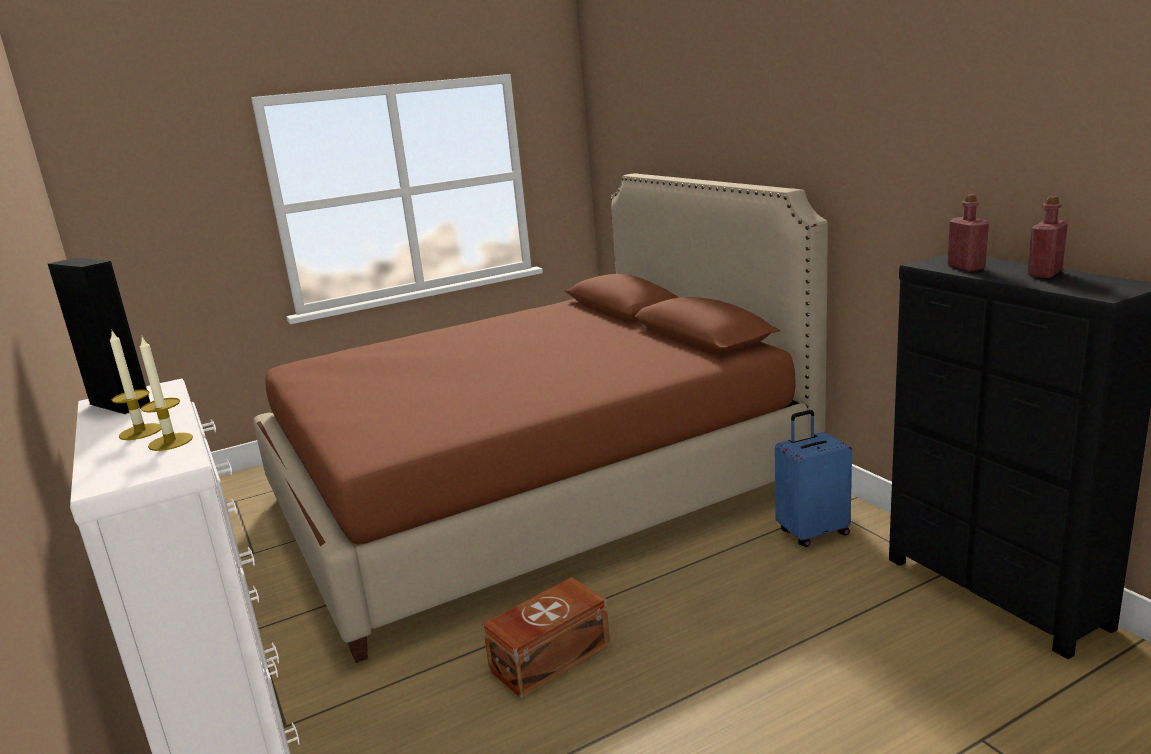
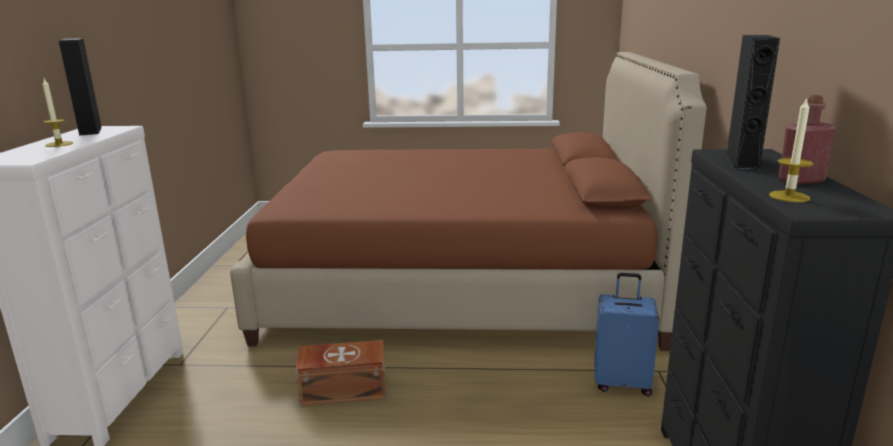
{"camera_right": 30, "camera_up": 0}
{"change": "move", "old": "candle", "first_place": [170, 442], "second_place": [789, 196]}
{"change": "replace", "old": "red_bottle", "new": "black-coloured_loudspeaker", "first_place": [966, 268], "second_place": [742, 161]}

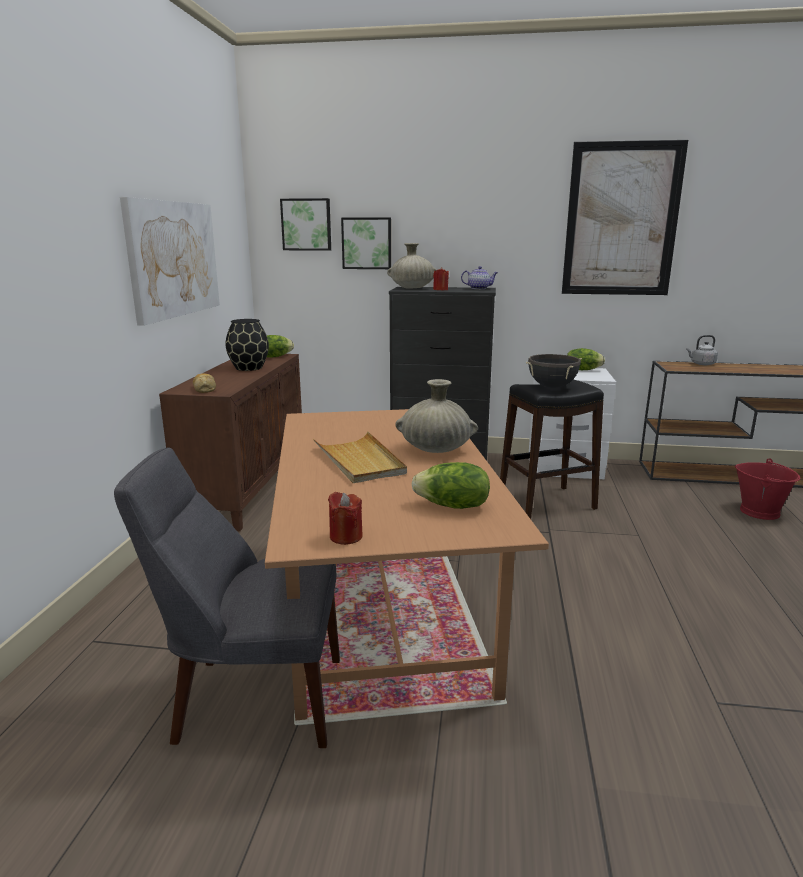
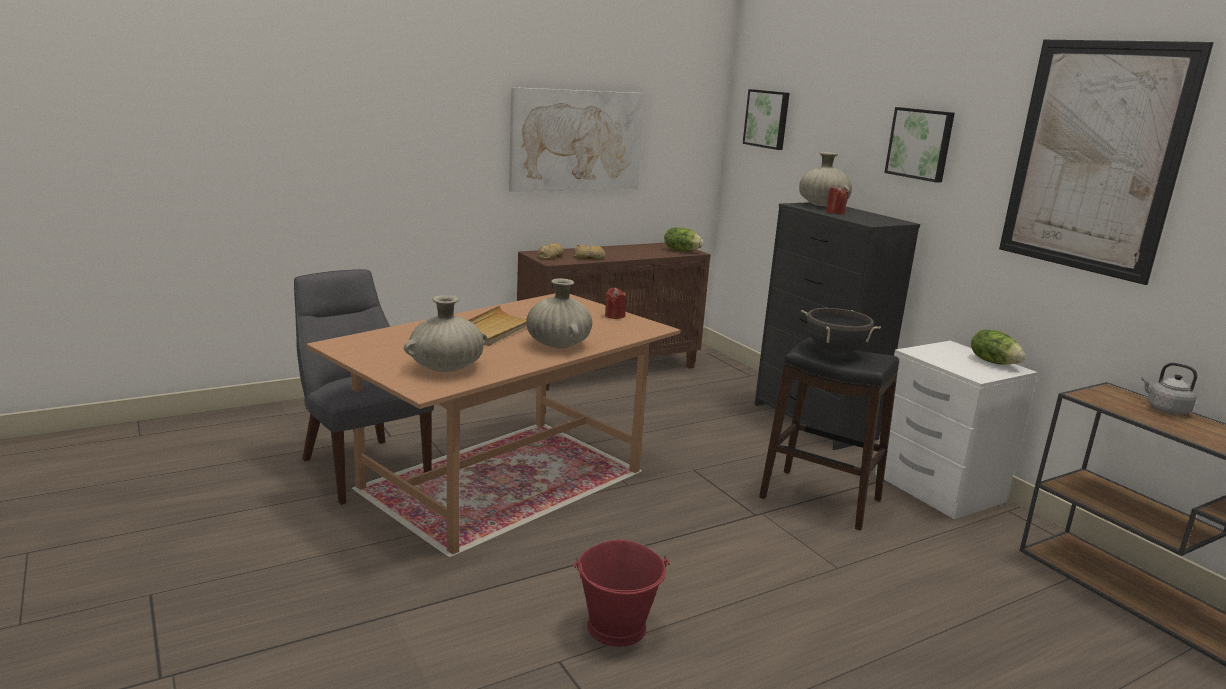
{"camera_right": 50, "camera_up": 0}
{"change": "delete", "old": "black-coloured_decorative_vase", "first_place": [248, 368]}
{"change": "delete", "old": "tea_pot", "first_place": [479, 288]}
{"change": "insert", "new": "baked_bread", "second_place": [589, 258]}
{"change": "move", "old": "red_candle", "first_place": [346, 536], "second_place": [614, 316]}
{"change": "move", "old": "wall_art", "first_place": [367, 243], "second_place": [920, 144]}
{"change": "move", "old": "red_pail", "first_place": [760, 511], "second_place": [617, 627]}
{"change": "replace", "old": "head_of_lettuce", "new": "sand-coloured_decorative_vase", "first_place": [453, 506], "second_place": [447, 368]}

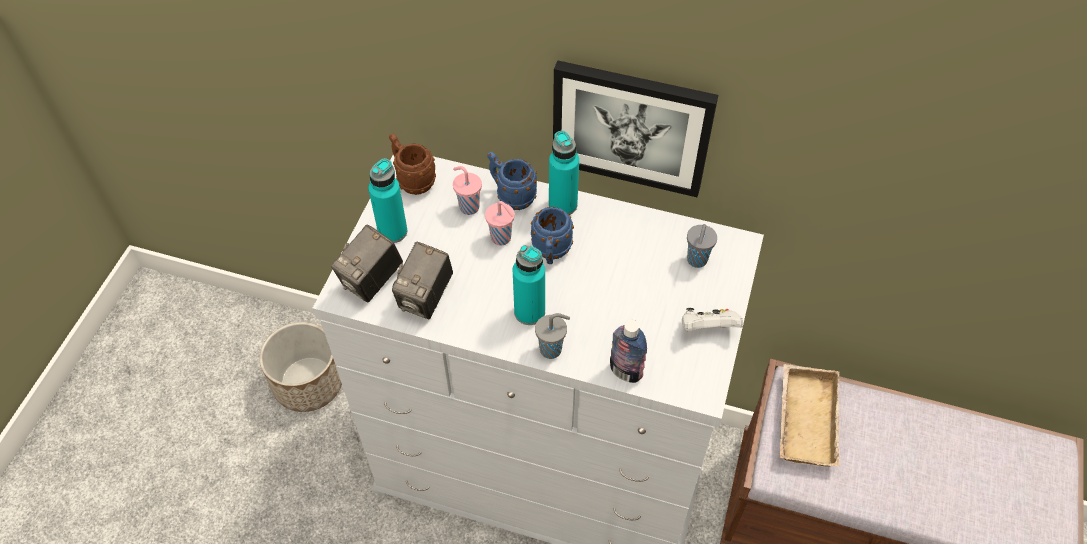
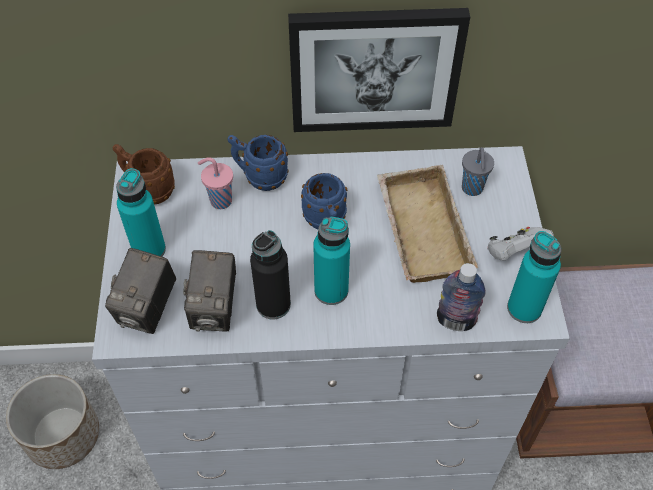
{"camera_right": -20, "camera_up": 0}
{"change": "delete", "old": "pink_drinking_cup", "first_place": [502, 238]}
{"change": "delete", "old": "greyish_drinking_cup", "first_place": [552, 349]}
{"change": "insert", "new": "black-coloured_bottle", "second_place": [273, 304]}
{"change": "move", "old": "turquoise-coloured_bottle", "first_place": [563, 205], "second_place": [524, 308]}
{"change": "move", "old": "sand-coloured_tray", "first_place": [804, 418], "second_place": [419, 229]}

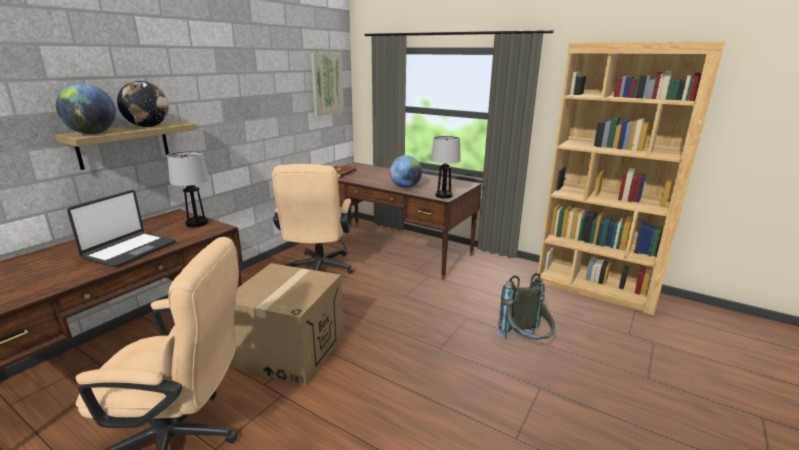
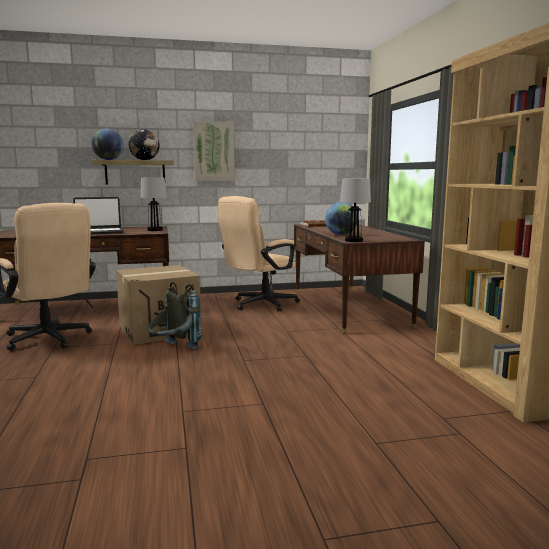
{"camera_right": 45, "camera_up": -10}
{"change": "move", "old": "wall_art", "first_place": [326, 84], "second_place": [213, 151]}
{"change": "move", "old": "greyish_rucksack", "first_place": [525, 343], "second_place": [173, 350]}

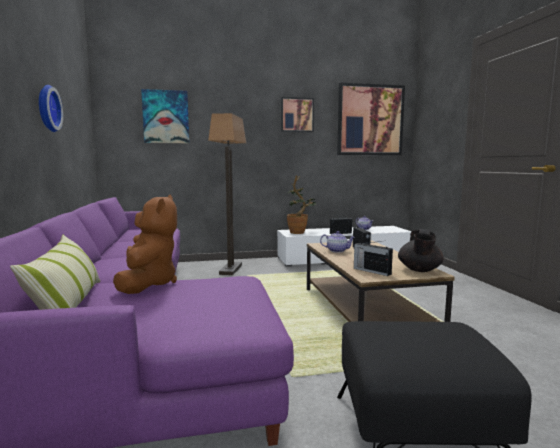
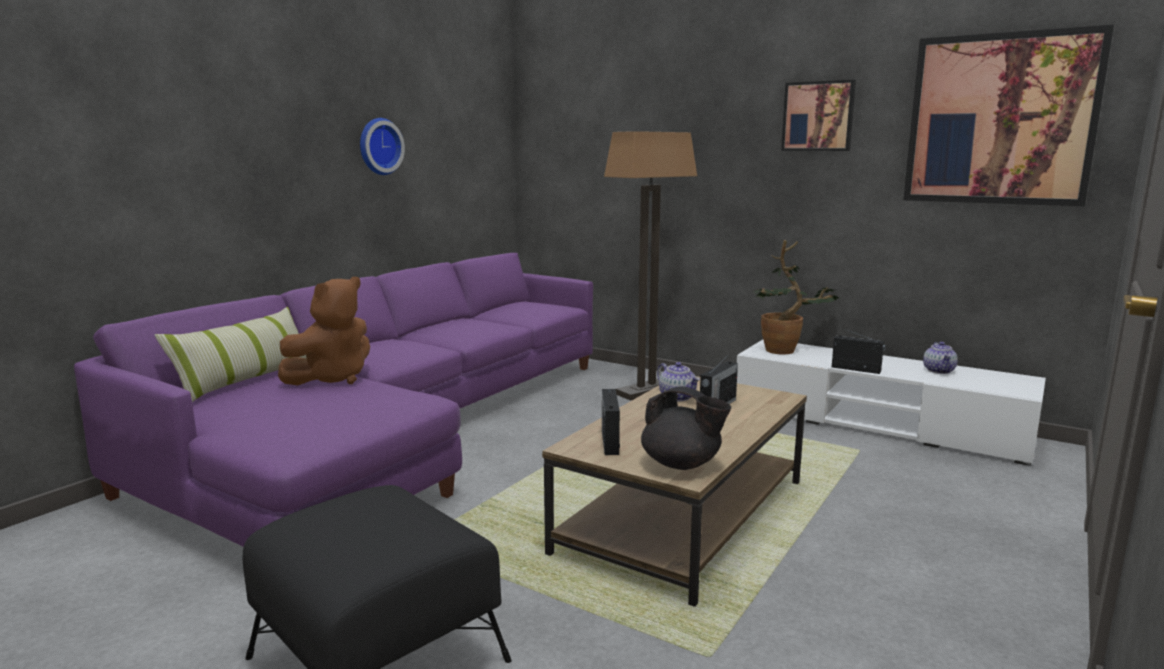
{"camera_right": 45, "camera_up": 5}
{"change": "delete", "old": "wall_art", "first_place": [166, 117]}
{"change": "rotate", "old": "black-coloured_tea_pot", "first_place": [419, 270], "second_place": [682, 464], "degrees": -120}

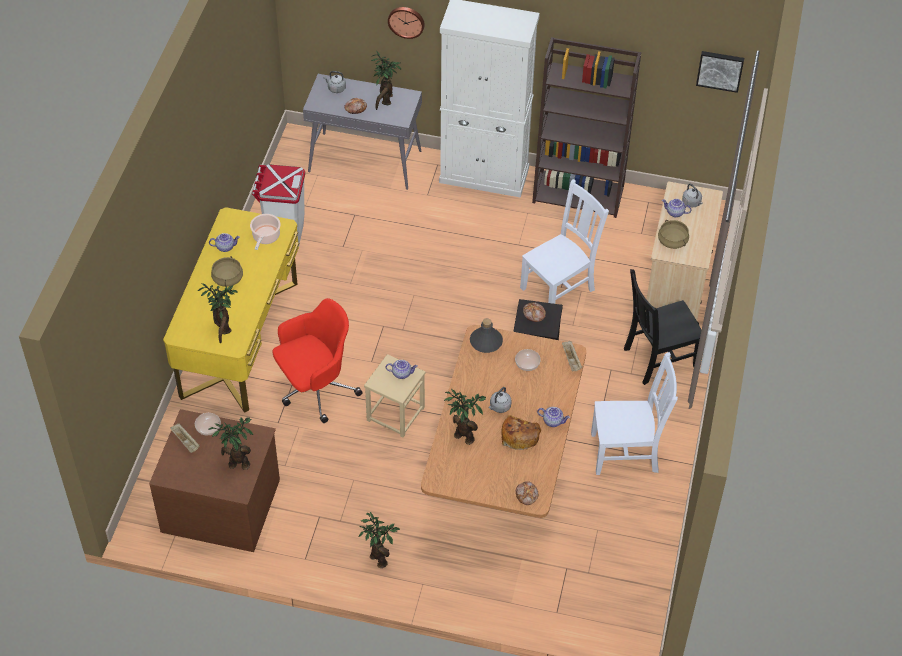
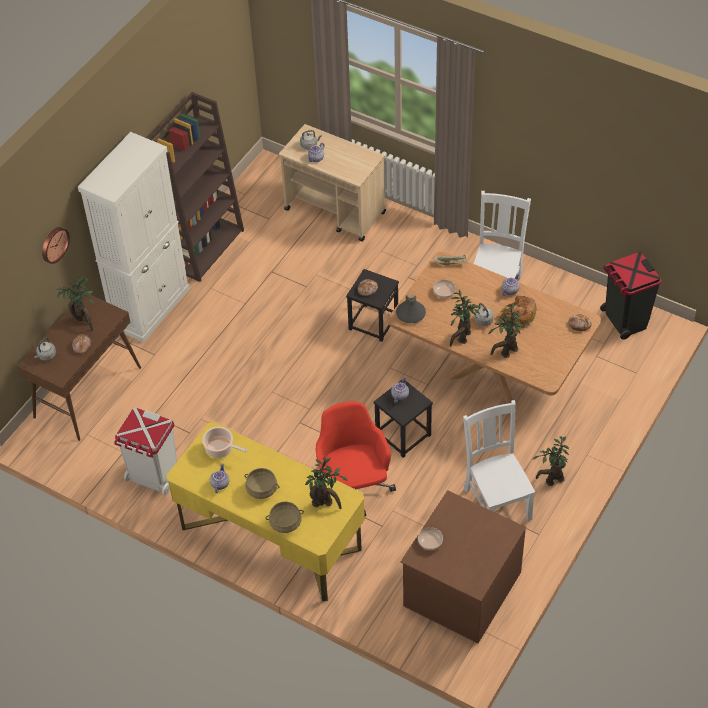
{"camera_right": -70, "camera_up": 0}
{"change": "delete", "old": "sand-coloured_tray", "first_place": [186, 442]}
{"change": "delete", "old": "black-coloured_plain_chair", "first_place": [658, 359]}
{"change": "delete", "old": "wall_art", "first_place": [720, 70]}
{"change": "insert", "new": "black-coloured_trash_can", "second_place": [625, 321]}
{"change": "move", "old": "potted_plant", "first_place": [236, 463], "second_place": [462, 338]}
{"change": "move", "old": "white-coloured_plain_chair", "first_place": [559, 288], "second_place": [496, 502]}
{"change": "move", "old": "sand-coloured_saucepot", "first_place": [672, 241], "second_place": [285, 522]}
{"change": "recolor", "old": "greyish_hall_table", "new": "brown_hall_table", "first_place": [365, 161], "second_place": [88, 392]}
{"change": "recolor", "old": "sand-coloured_sitting_stool", "new": "black-coloured_sitting_stool", "first_place": [395, 413], "second_place": [402, 435]}

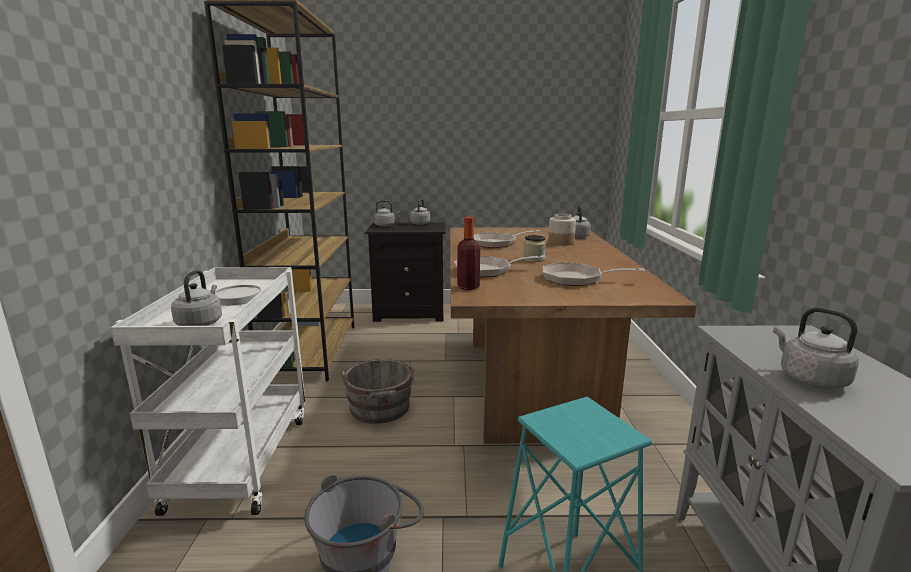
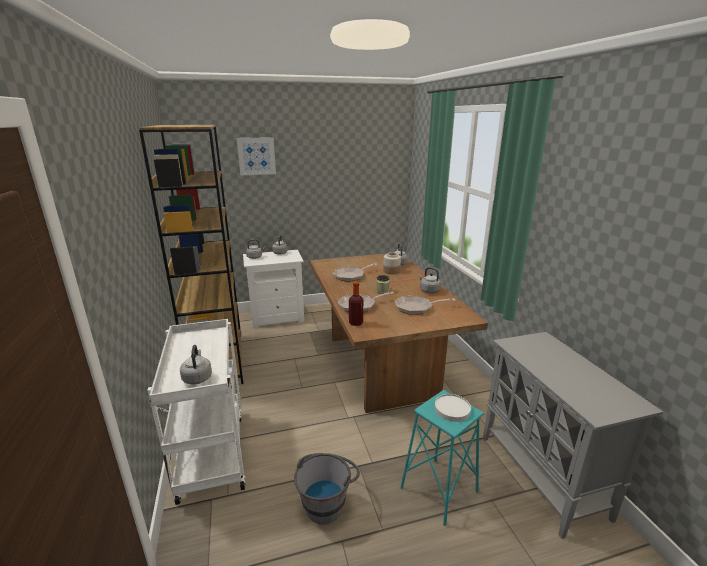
{"camera_right": -15, "camera_up": 5}
{"change": "delete", "old": "greyish_pail", "first_place": [380, 409]}
{"change": "insert", "new": "wall_art", "second_place": [256, 156]}
{"change": "move", "old": "white-coloured_dinner_plate", "first_place": [238, 298], "second_place": [452, 409]}
{"change": "move", "old": "greyish_water_kettle", "first_place": [809, 378], "second_place": [428, 291]}
{"change": "recolor", "old": "black-coloured_bedside_table", "new": "white-coloured_bedside_table", "first_place": [410, 313], "second_place": [277, 317]}

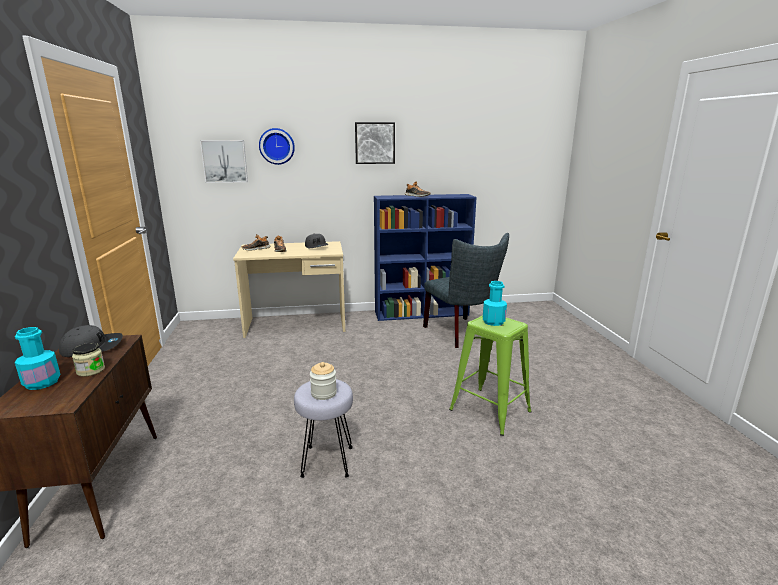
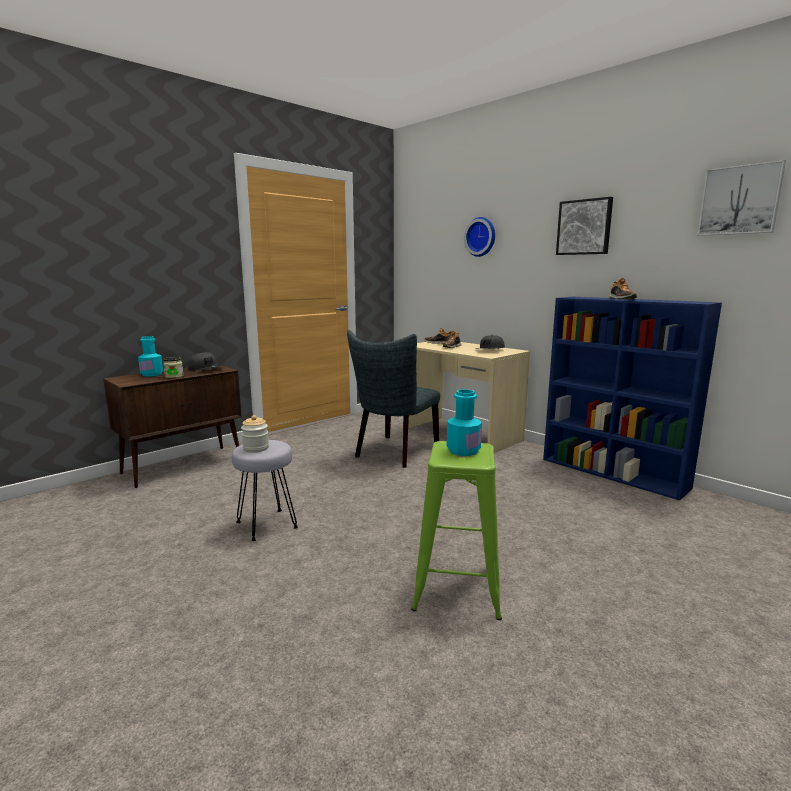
{"camera_right": 55, "camera_up": -5}
{"change": "move", "old": "wall_art", "first_place": [225, 161], "second_place": [740, 200]}
{"change": "move", "old": "greyish_plain_chair", "first_place": [463, 334], "second_place": [394, 453]}

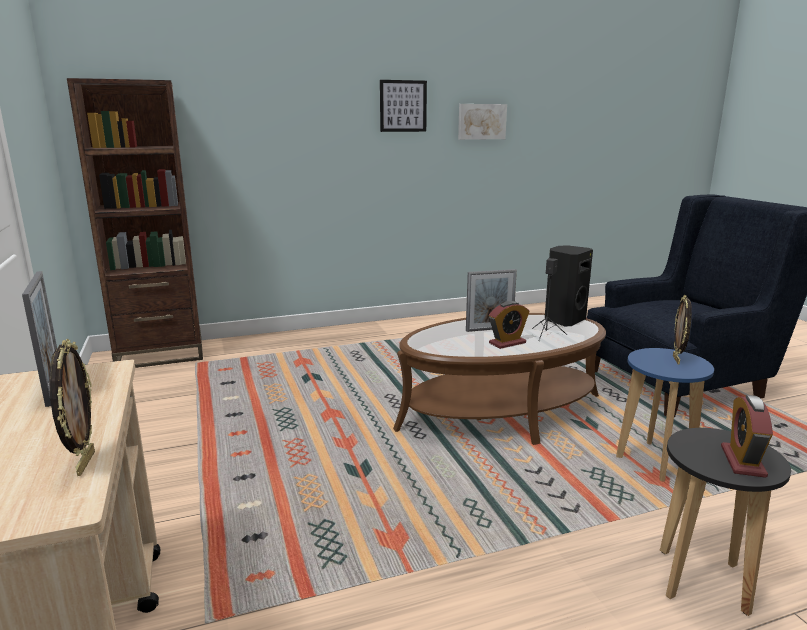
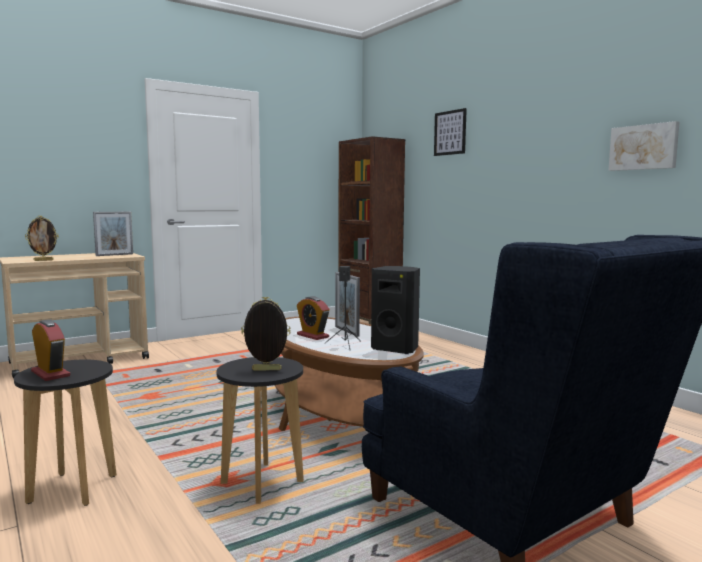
{"camera_right": 75, "camera_up": -10}
{"change": "move", "old": "wall_art", "first_place": [403, 106], "second_place": [450, 133]}
{"change": "recolor", "old": "blue_sitting_stool", "new": "black-coloured_sitting_stool", "first_place": [655, 461], "second_place": [262, 483]}
{"change": "rotate", "old": "table_clock", "first_place": [742, 461], "second_place": [50, 374], "degrees": 45}

